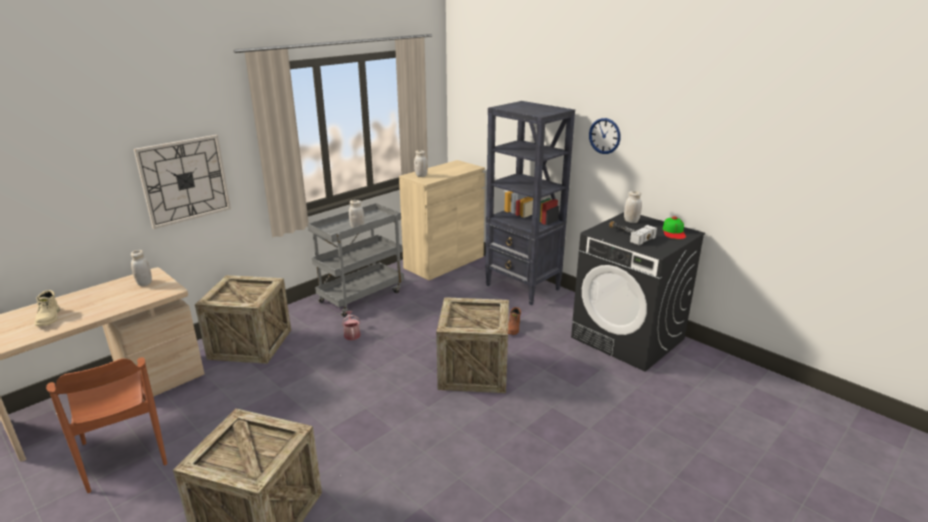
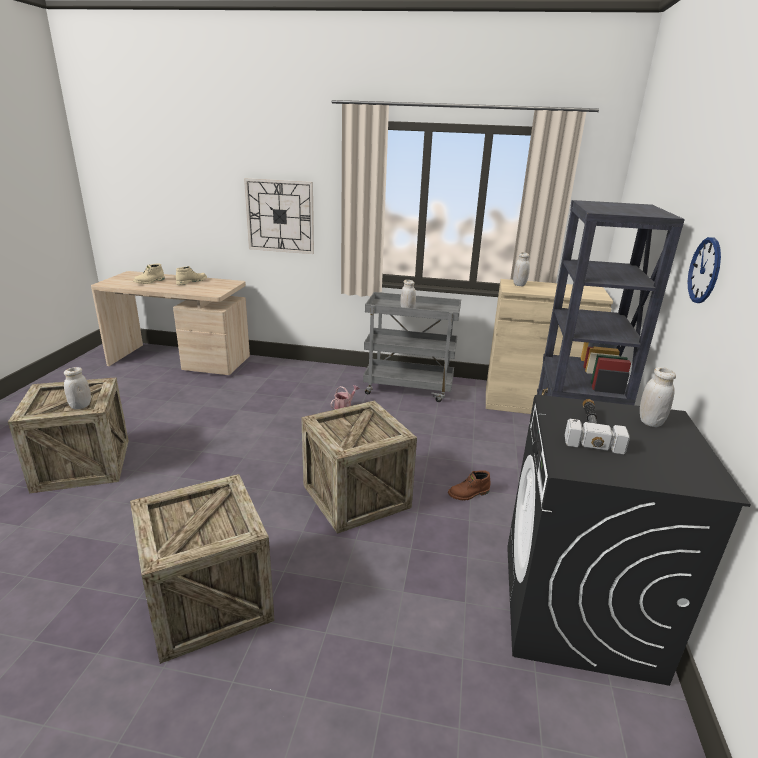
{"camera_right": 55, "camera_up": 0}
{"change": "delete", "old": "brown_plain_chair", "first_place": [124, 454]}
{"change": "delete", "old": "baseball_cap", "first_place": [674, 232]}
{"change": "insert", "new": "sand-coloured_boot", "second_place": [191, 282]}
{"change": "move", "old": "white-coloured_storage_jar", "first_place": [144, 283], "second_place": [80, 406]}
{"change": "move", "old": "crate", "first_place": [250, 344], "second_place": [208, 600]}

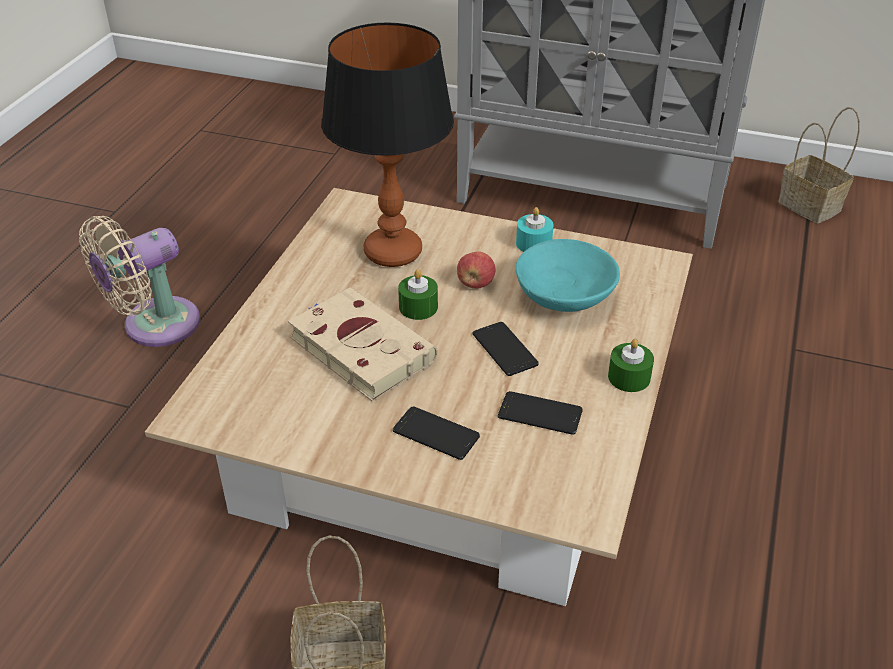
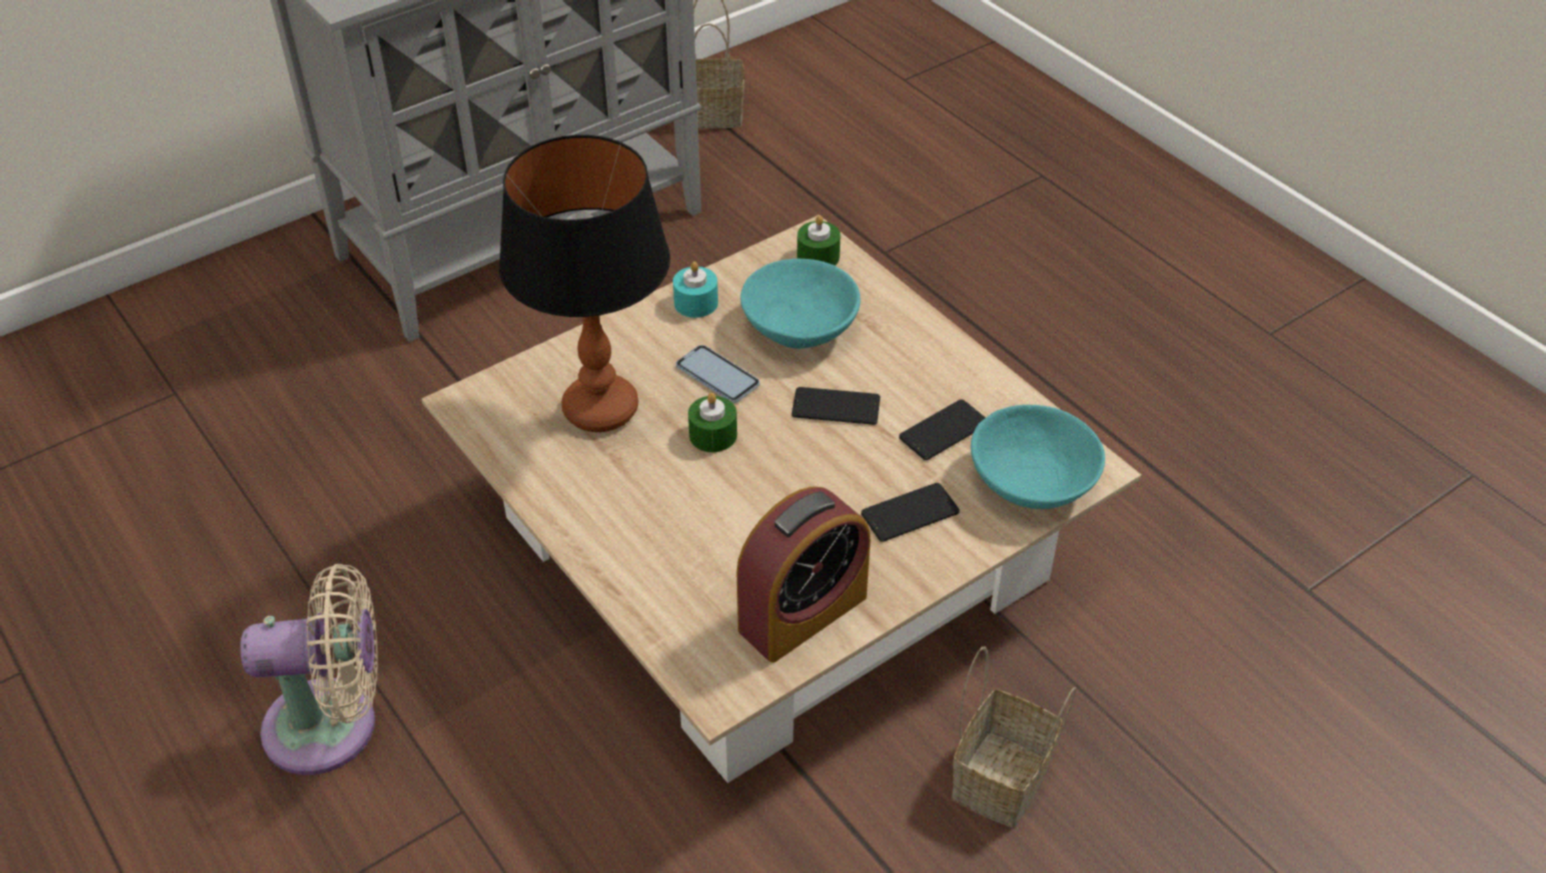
{"camera_right": -55, "camera_up": 5}
{"change": "delete", "old": "sand-coloured_book", "first_place": [358, 348]}
{"change": "insert", "new": "table_clock", "second_place": [802, 613]}
{"change": "insert", "new": "turquoise-coloured_serving_bowl", "second_place": [1032, 482]}
{"change": "move", "old": "green-coloured_candle", "first_place": [629, 377], "second_place": [818, 256]}
{"change": "replace", "old": "apple_fruit", "new": "phone", "first_place": [475, 284], "second_place": [717, 376]}
{"change": "rotate", "old": "sand-coloured_fan", "first_place": [154, 326], "second_place": [333, 726], "degrees": -90}

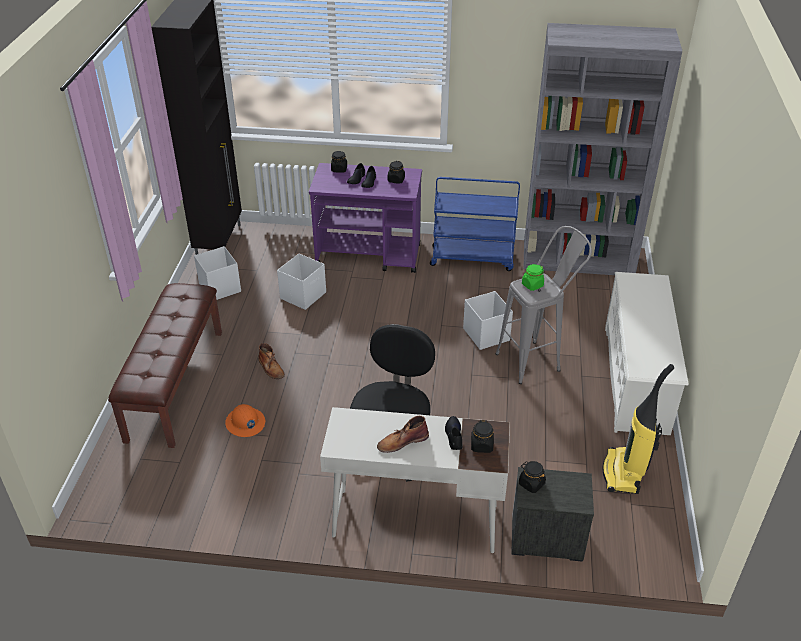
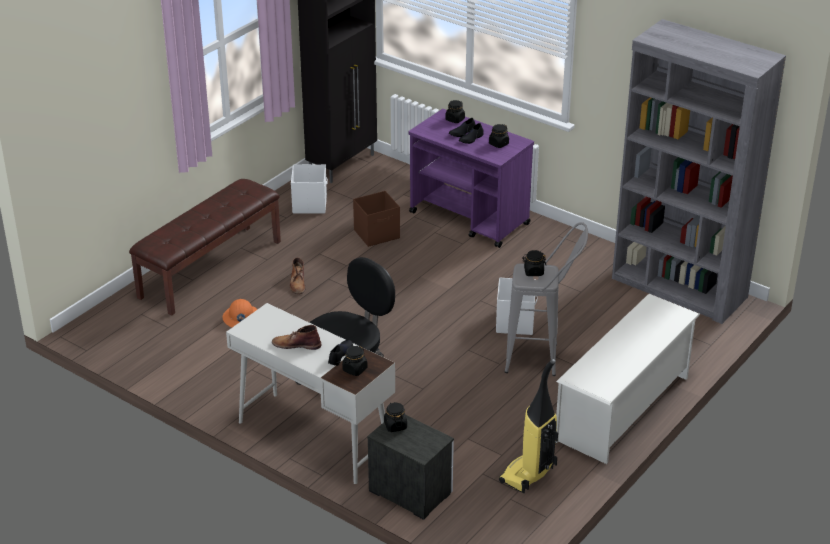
{"camera_right": 30, "camera_up": -5}
{"change": "delete", "old": "blue_trolley", "first_place": [473, 258]}
{"change": "recolor", "old": "white-coloured_storage_box", "new": "brown_storage_box", "first_place": [304, 295], "second_place": [377, 234]}
{"change": "recolor", "old": "green-coloured_storage_jar", "new": "black-coloured_storage_jar", "first_place": [532, 285], "second_place": [533, 272]}

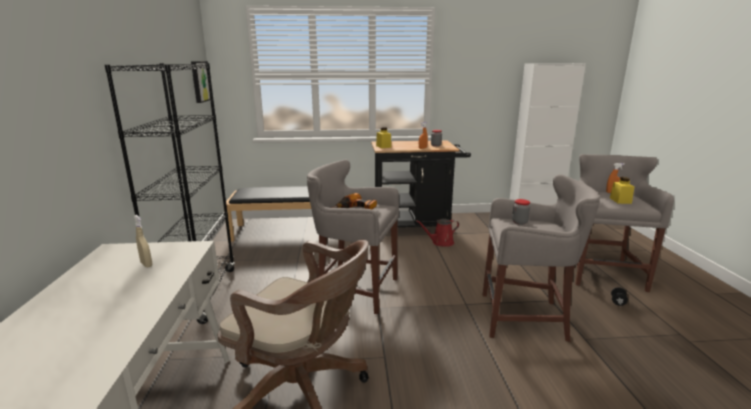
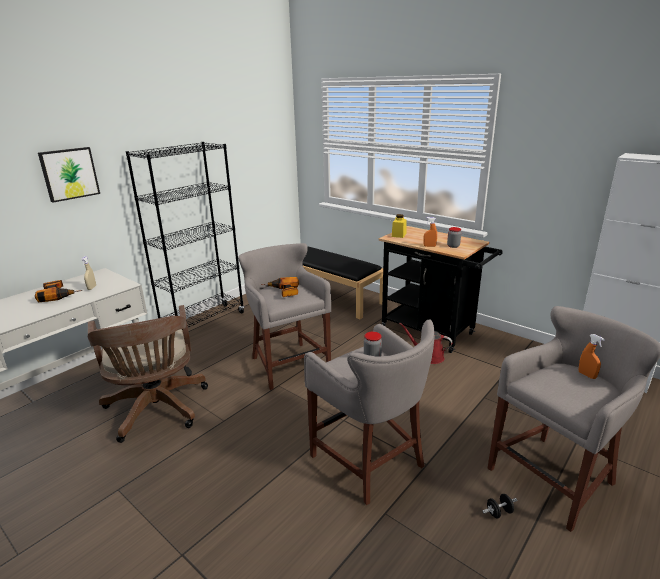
{"camera_right": 45, "camera_up": 5}
{"change": "delete", "old": "yellow_storage_jar", "first_place": [620, 200]}
{"change": "insert", "new": "drill", "second_place": [59, 294]}
{"change": "move", "old": "wall_art", "first_place": [200, 81], "second_place": [69, 174]}

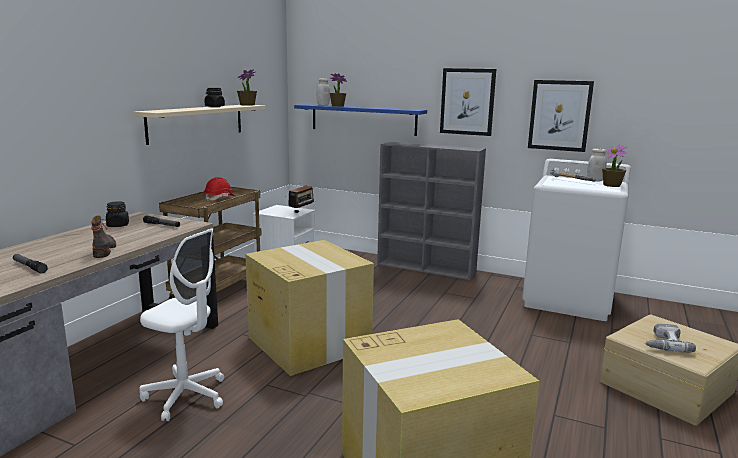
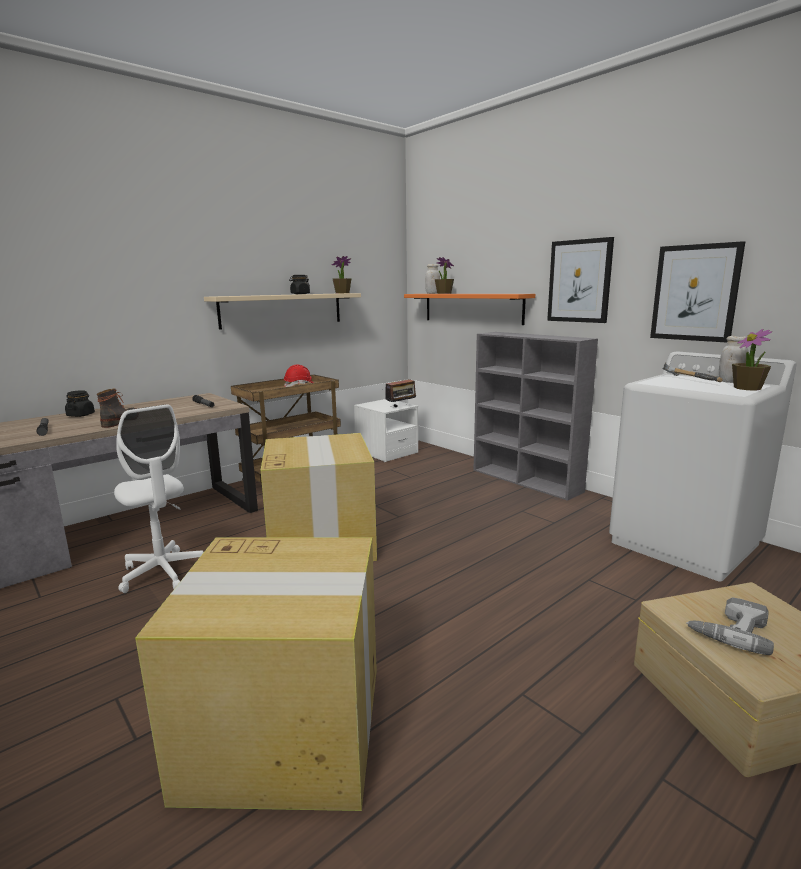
{"camera_right": 25, "camera_up": 0}
{"change": "move", "old": "black-coloured_storage_jar", "first_place": [118, 225], "second_place": [81, 415]}
{"change": "recolor", "old": "blue_shelf", "new": "orangey_shelf", "first_place": [363, 119], "second_place": [472, 308]}

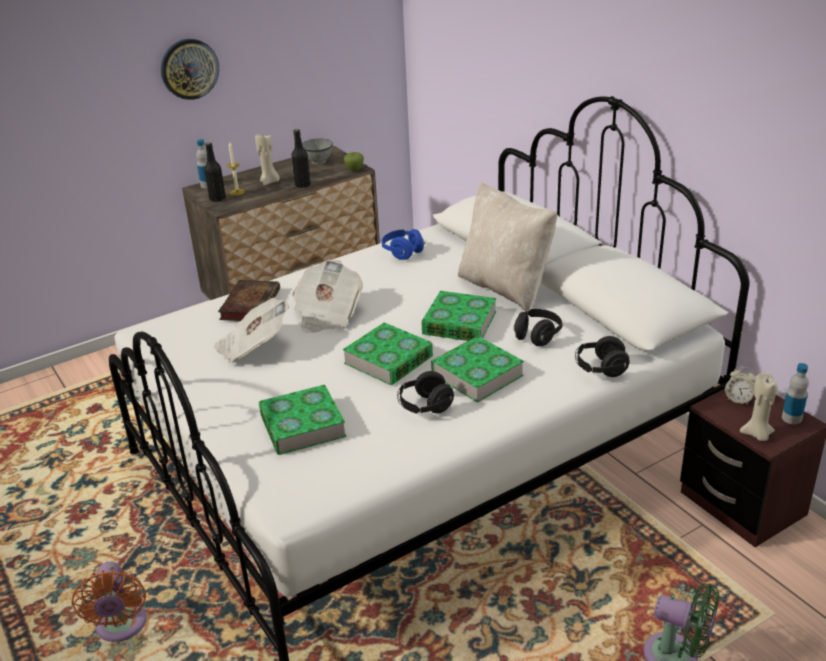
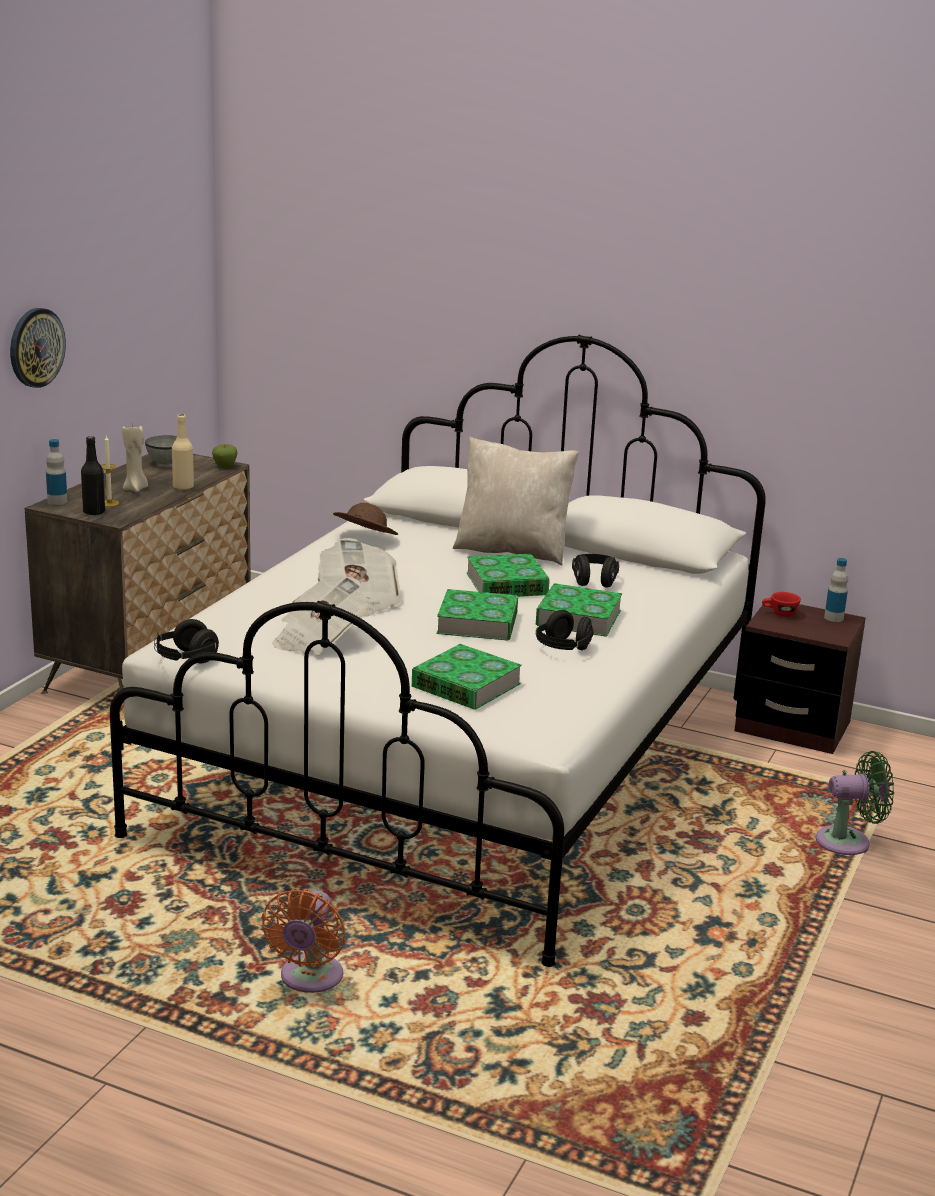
{"camera_right": -35, "camera_up": -10}
{"change": "delete", "old": "book", "first_place": [250, 304]}
{"change": "delete", "old": "sand-coloured_candle", "first_place": [757, 435]}
{"change": "move", "old": "black-coloured_headphones", "first_place": [600, 369], "second_place": [185, 659]}
{"change": "replace", "old": "blue_headphones", "new": "brown_clothing_hat", "first_place": [402, 252], "second_place": [364, 539]}
{"change": "replace", "old": "table_clock", "new": "red_drinking_cup", "first_place": [738, 399], "second_place": [779, 614]}
{"change": "recolor", "old": "black-coloured_bottle", "new": "sand-coloured_bottle", "first_place": [302, 185], "second_place": [183, 487]}
{"change": "rotate", "old": "orangey_fan", "first_place": [121, 627], "second_place": [309, 979], "degrees": 60}

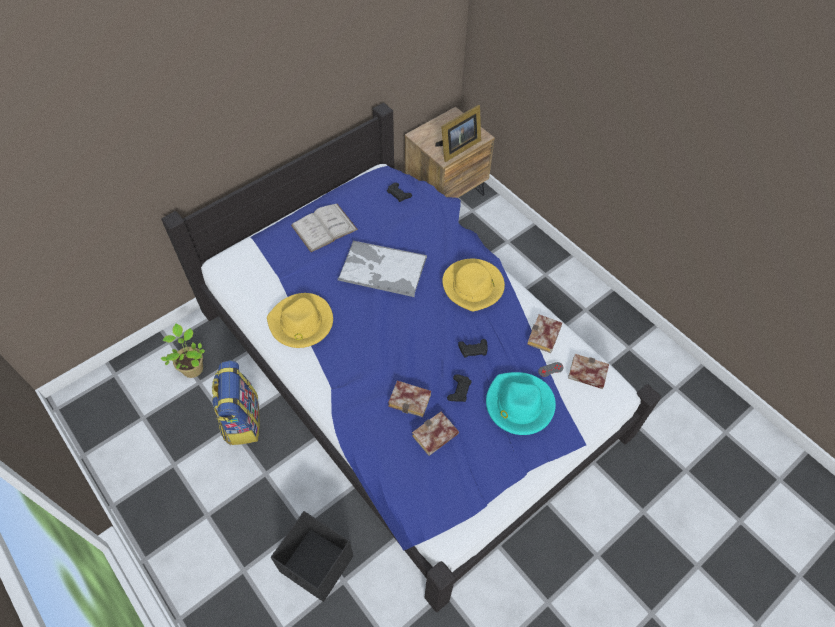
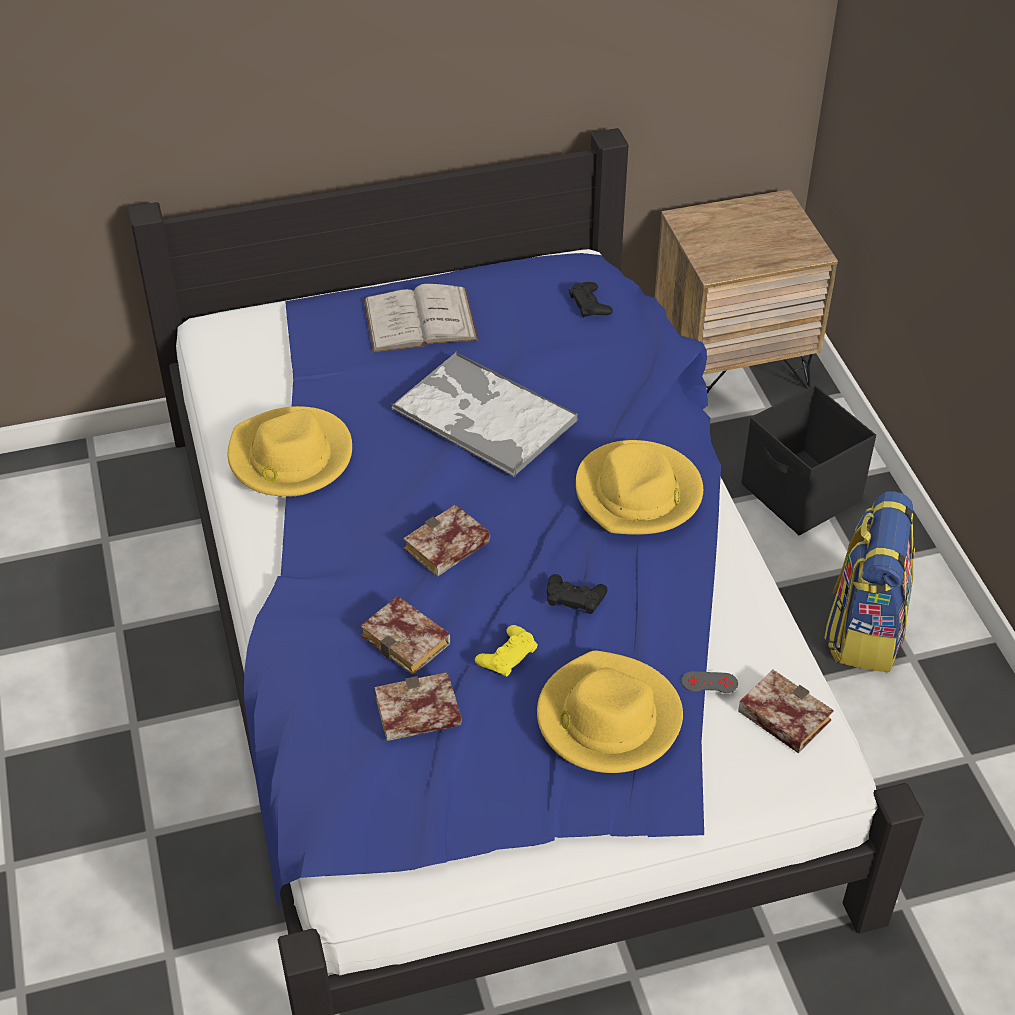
{"camera_right": 25, "camera_up": -10}
{"change": "delete", "old": "potted_plant", "first_place": [192, 367]}
{"change": "delete", "old": "standing_frame", "first_place": [457, 148]}
{"change": "move", "old": "rucksack", "first_place": [241, 420], "second_place": [864, 629]}
{"change": "move", "old": "black-coloured_storage_box", "first_place": [317, 565], "second_place": [801, 494]}
{"change": "move", "old": "book", "first_place": [544, 337], "second_place": [446, 549]}
{"change": "recolor", "old": "black-coloured_joypad", "new": "yellow_joypad", "first_place": [459, 390], "second_place": [507, 655]}
{"change": "recolor", "old": "turquoise-coloured_clothing_hat", "new": "yellow_clothing_hat", "first_place": [519, 405], "second_place": [607, 718]}

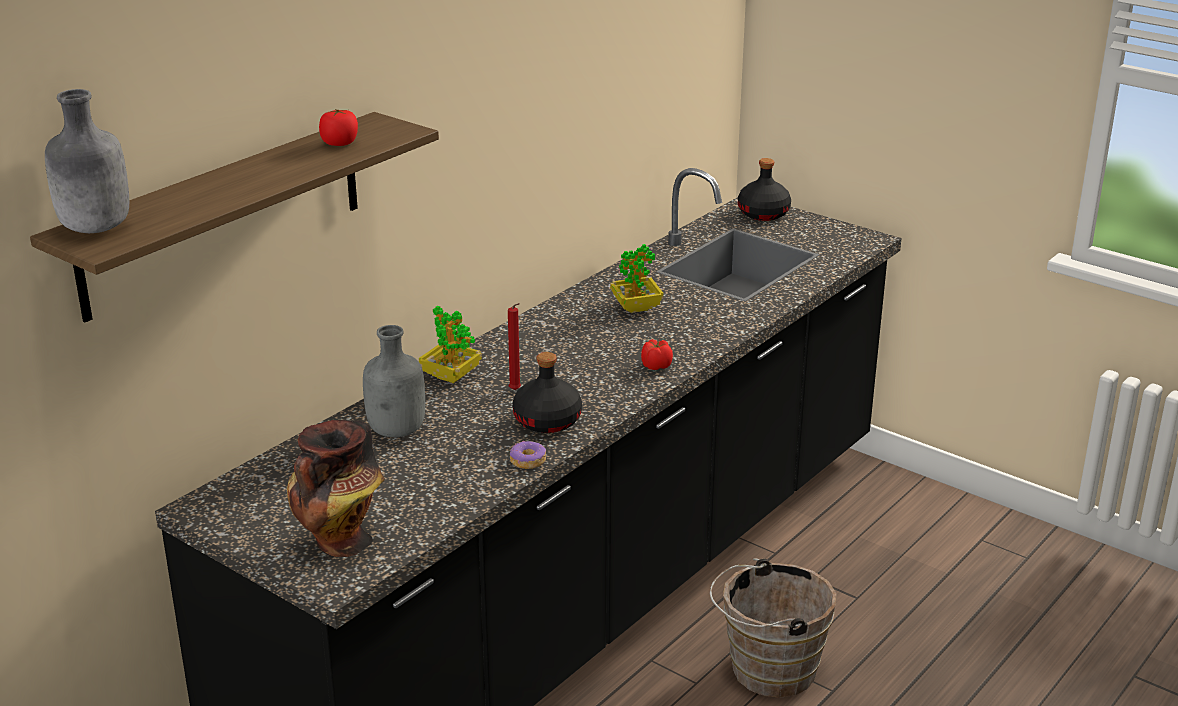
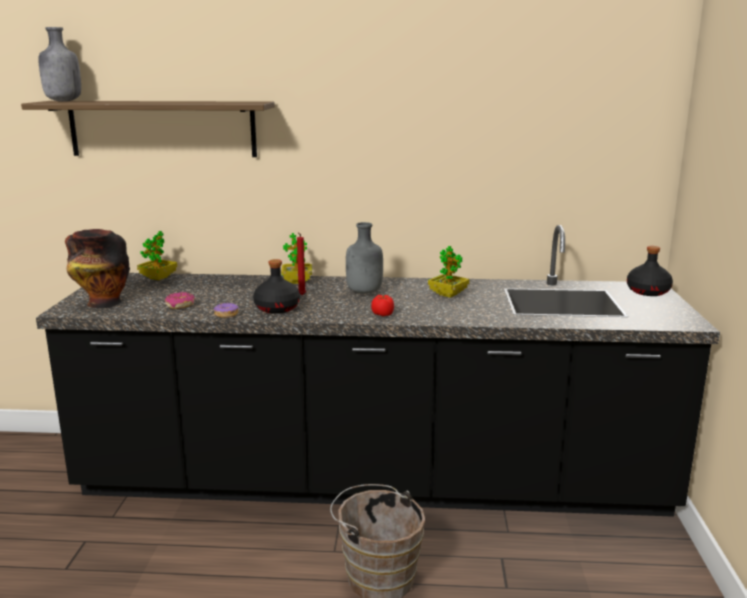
{"camera_right": 55, "camera_up": -10}
{"change": "delete", "old": "tomato", "first_place": [339, 143]}
{"change": "insert", "new": "potted_plant", "second_place": [158, 277]}
{"change": "insert", "new": "donut", "second_place": [180, 305]}
{"change": "move", "old": "greyish_bottle", "first_place": [398, 431], "second_place": [364, 292]}

